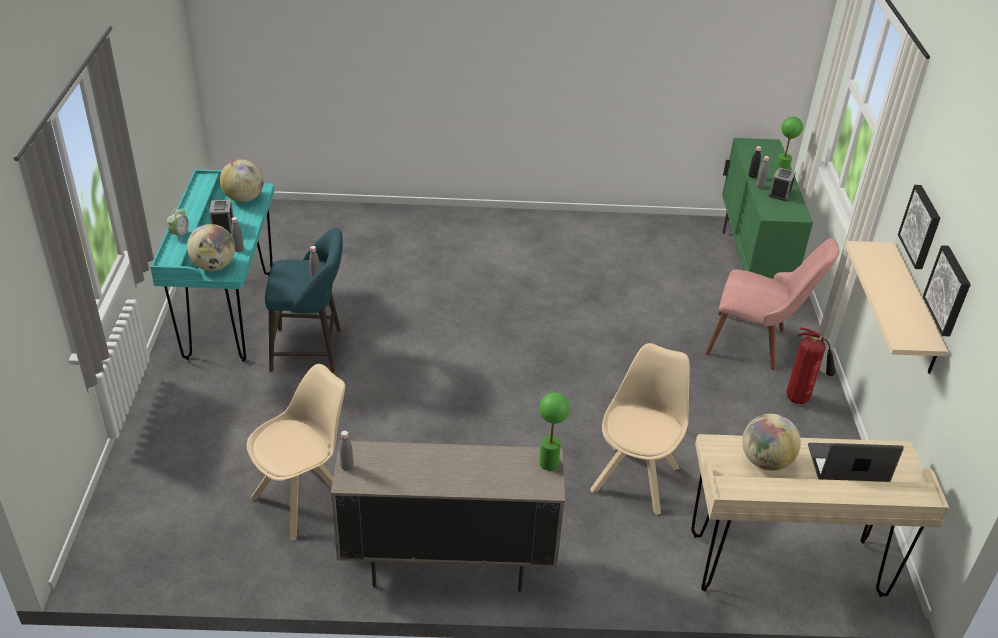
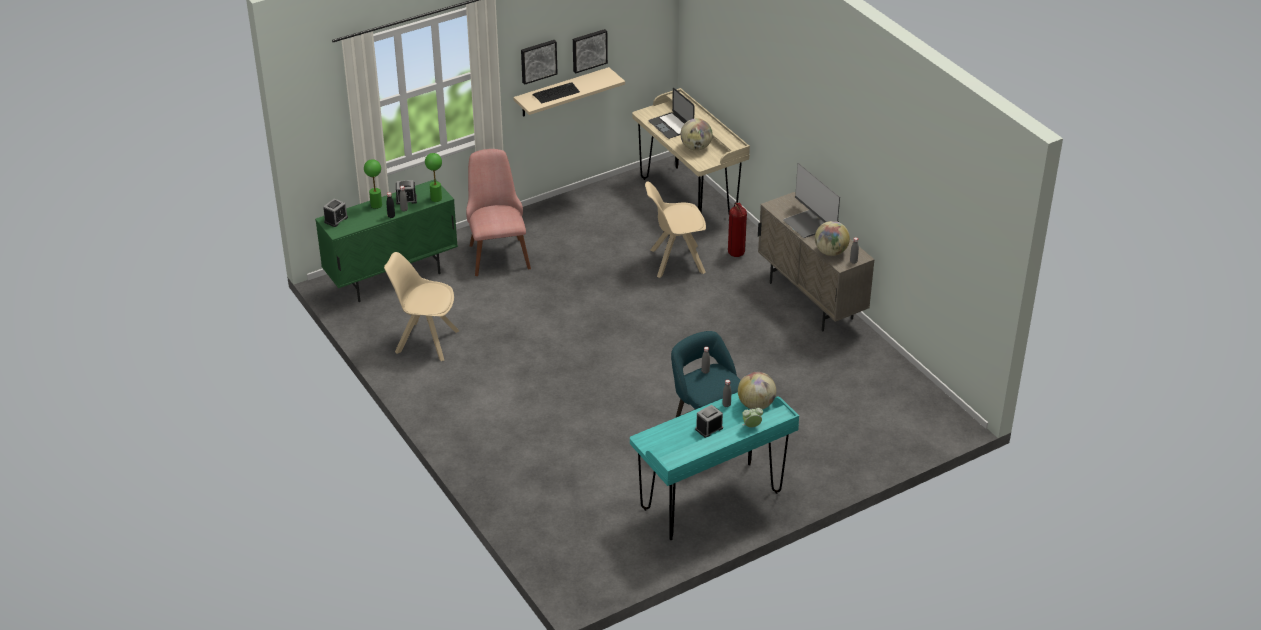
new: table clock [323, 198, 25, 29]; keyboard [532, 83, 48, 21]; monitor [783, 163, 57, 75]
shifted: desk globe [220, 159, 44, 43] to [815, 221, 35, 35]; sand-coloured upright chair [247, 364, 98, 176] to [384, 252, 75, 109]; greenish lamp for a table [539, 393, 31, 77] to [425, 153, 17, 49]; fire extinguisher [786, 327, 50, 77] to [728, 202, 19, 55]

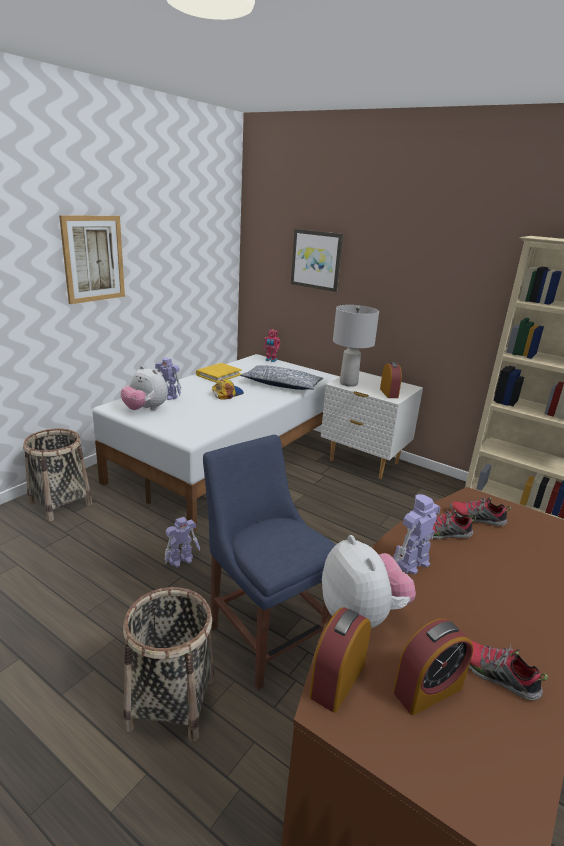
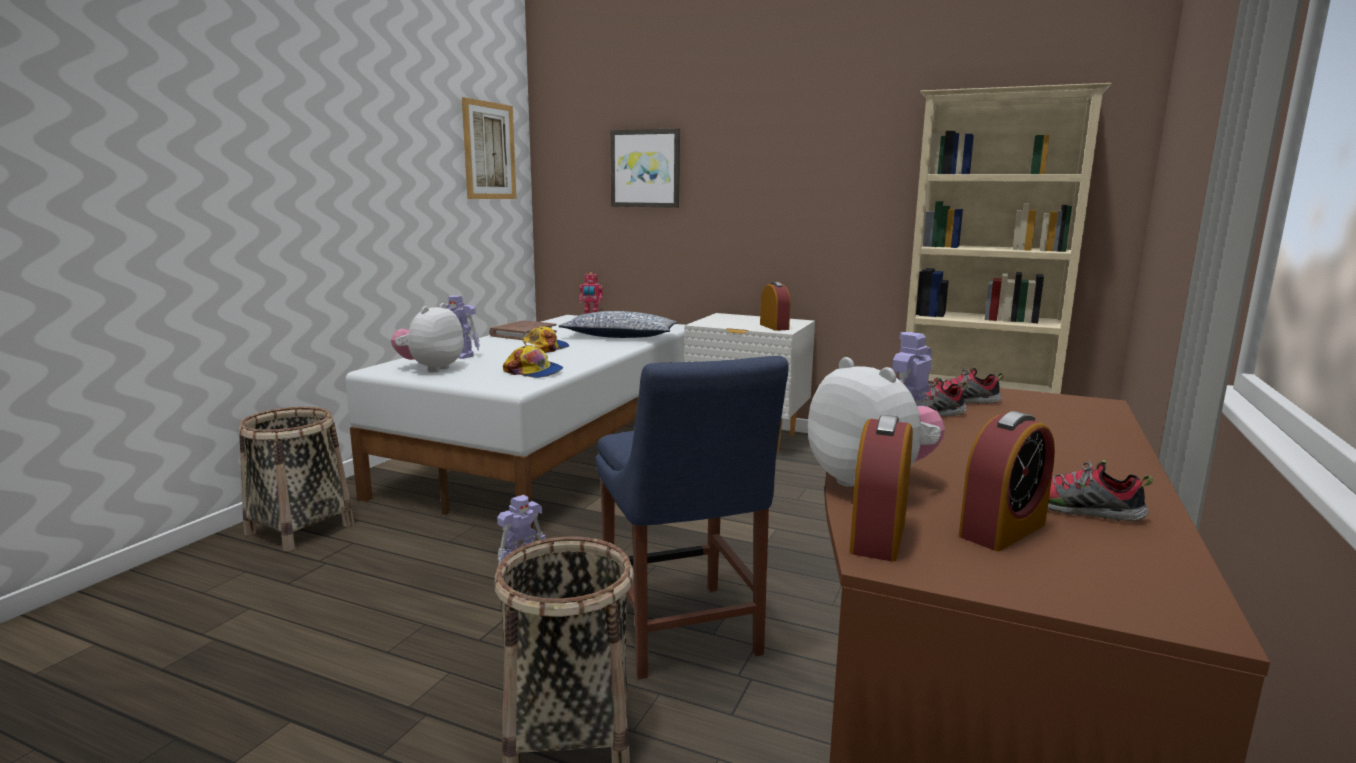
gone: grey lamp for a table [333, 305, 46, 82]
new: peaked cap [503, 345, 60, 33]
shifted: wall picture [59, 215, 66, 89] to [462, 97, 54, 102]
repainted: yellowish book [196, 363, 46, 20] to brown-coloured book [489, 320, 68, 20]
rotated: plush toy [121, 366, 47, 44] = [391, 303, 73, 69] 90 degrees clockwise; blue-coloured upright chair [203, 435, 133, 255] = [595, 356, 194, 323] 150 degrees counterclockwise

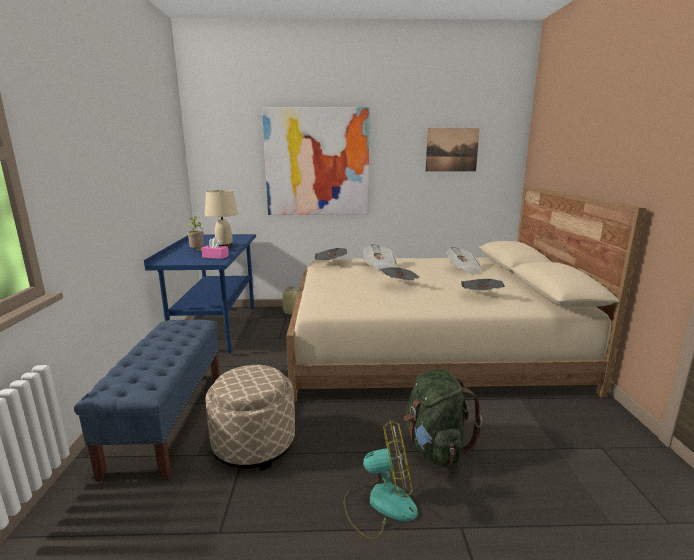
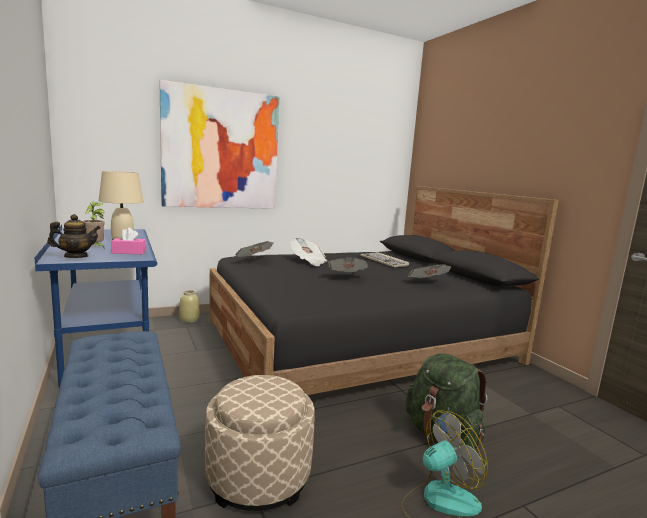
gone: wall picture [425, 128, 55, 44]
new: tea pot [48, 214, 53, 44]
swapped: printed paper [446, 246, 37, 29] to keyboard [360, 252, 49, 15]
repainted: sand-coloured bed [286, 186, 360, 216] to blackish bed [209, 186, 350, 209]

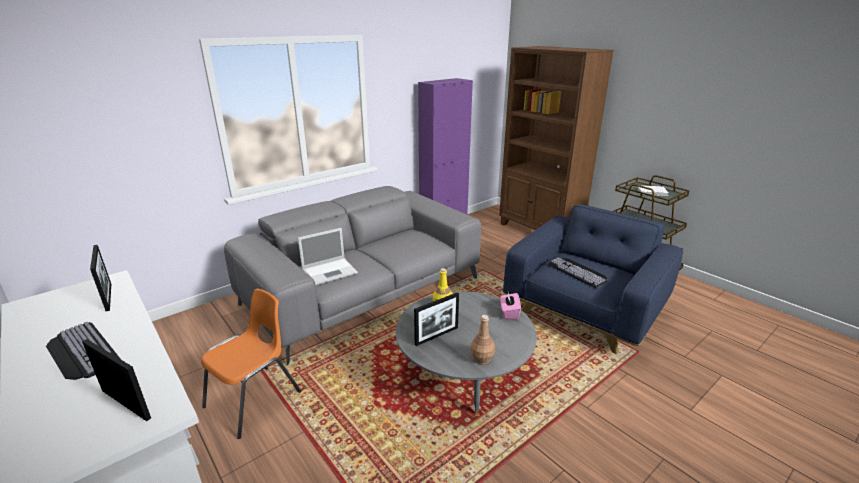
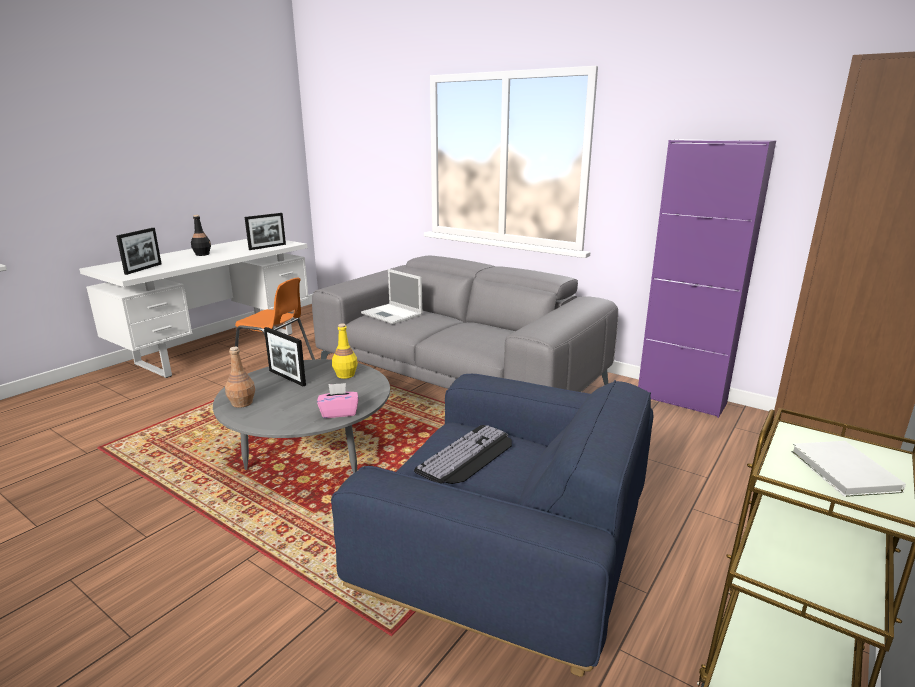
swapped: keyboard [46, 322, 74, 58] to blackish bottle [191, 215, 20, 41]

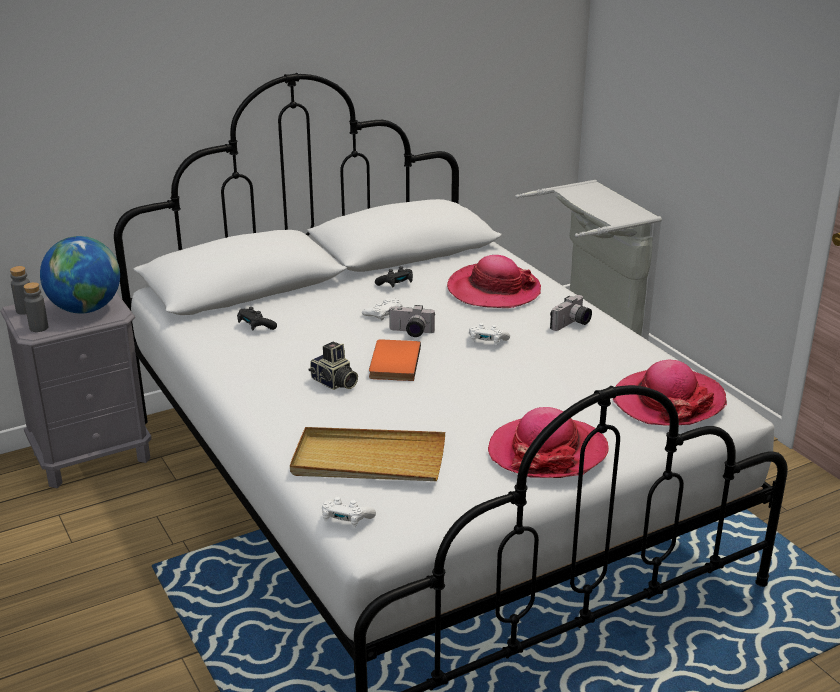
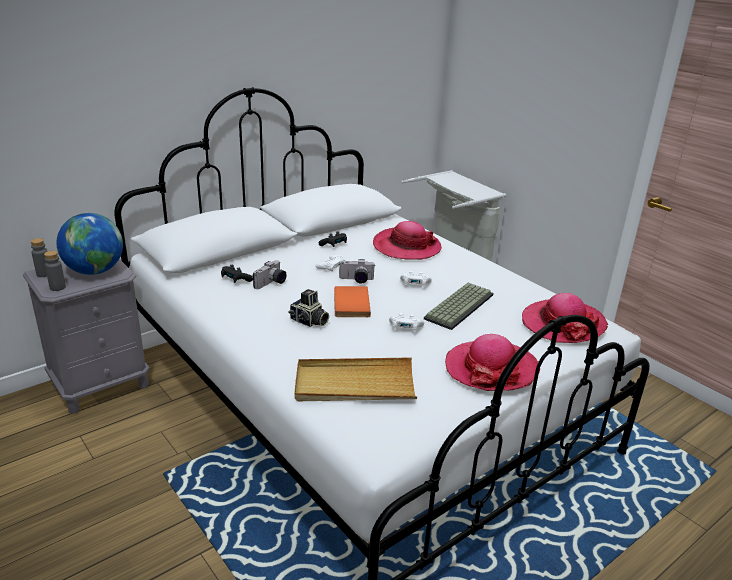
new: keyboard [424, 283, 69, 47]
shifted: whitish game controller [322, 497, 54, 31] to [389, 313, 35, 19]; photo camera [550, 295, 42, 36] to [252, 260, 35, 29]

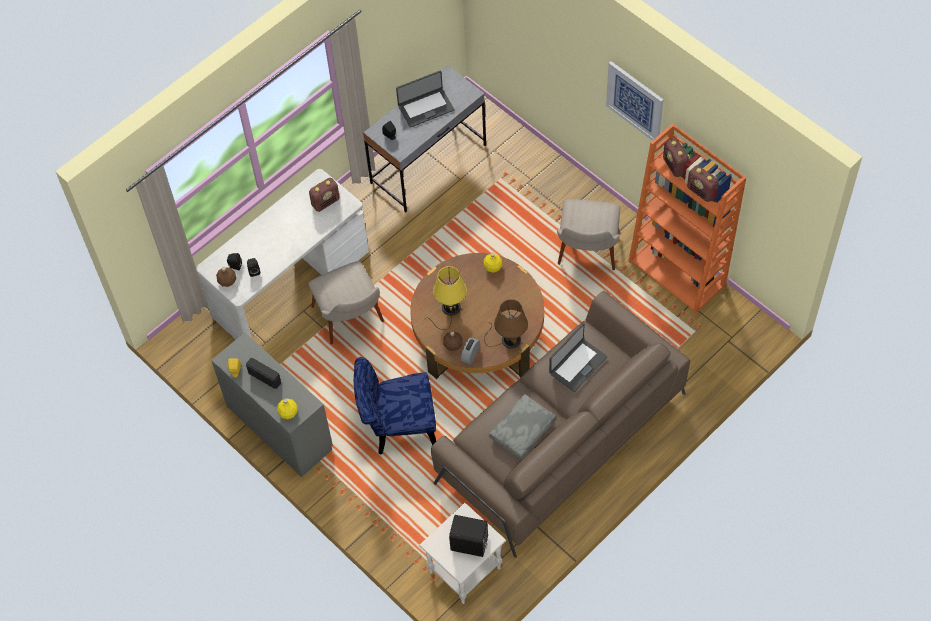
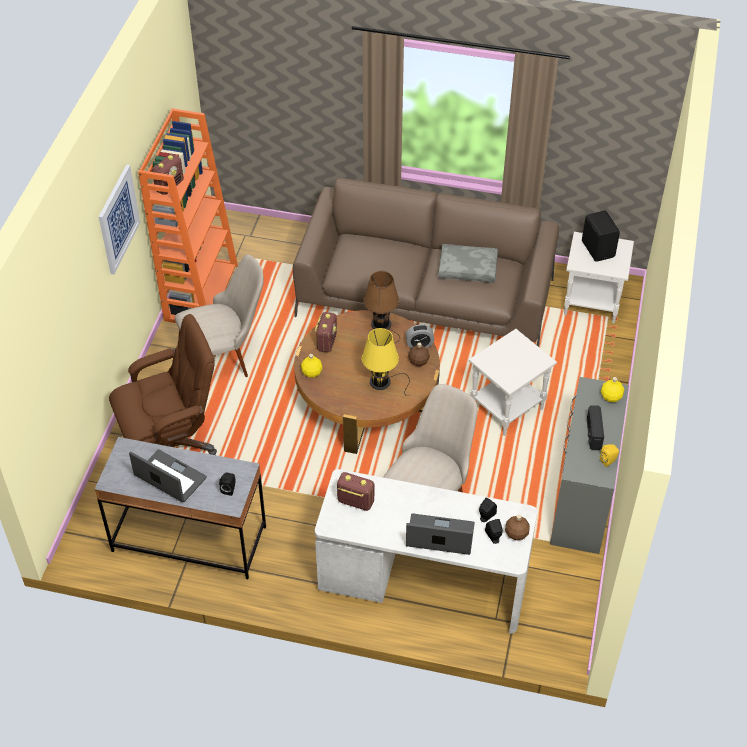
new: brown-coloured office chair [109, 314, 108, 141]
shifted: portable computer [549, 323, 58, 69] to [406, 513, 69, 42]; radio set [687, 165, 32, 37] to [315, 312, 22, 41]
swapped: blue-coloured upright chair [354, 357, 82, 98] to whitish side table [469, 329, 88, 107]

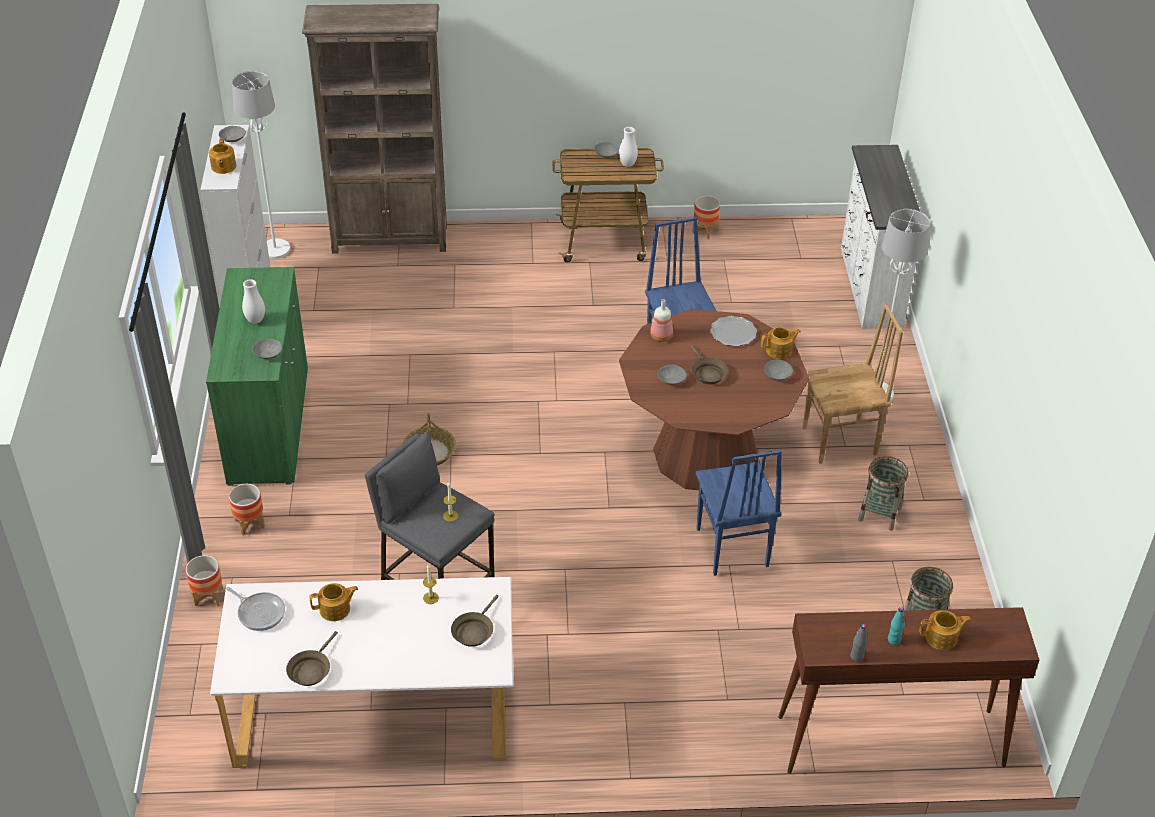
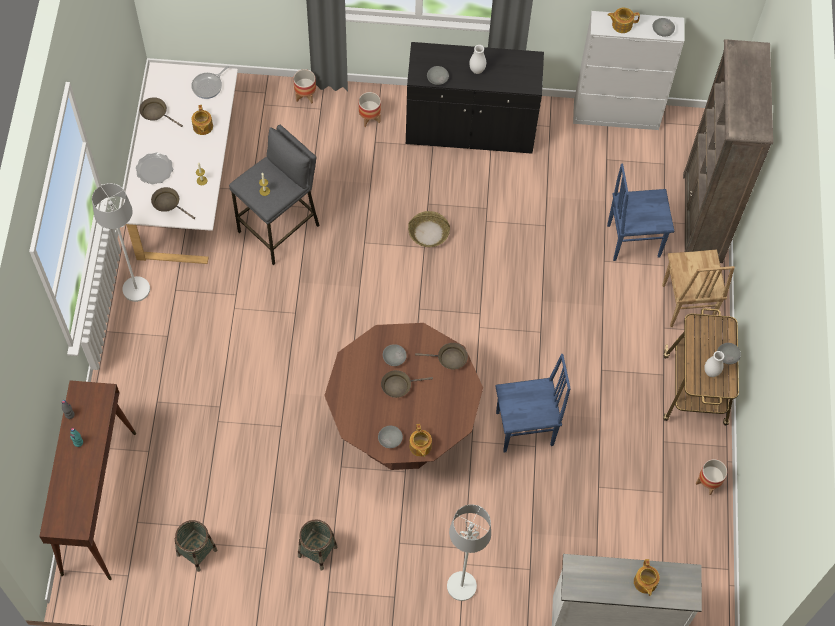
shifted: whitish standing lamp [232, 71, 58, 188] to [92, 183, 58, 119]; blue-coloured upright chair [696, 450, 86, 126] to [607, 163, 67, 98]; dinner plate [710, 316, 47, 31] to [136, 153, 37, 32]; brown-coloured upright chair [803, 304, 100, 160] to [662, 249, 73, 78]; tea pot [919, 610, 52, 40] to [634, 559, 26, 37]
swapped: bottle [650, 299, 23, 43] to brown-coloured pan [415, 343, 53, 26]
repainted: greenish cabinet [206, 267, 102, 219] to blackish cabinet [406, 42, 138, 112]

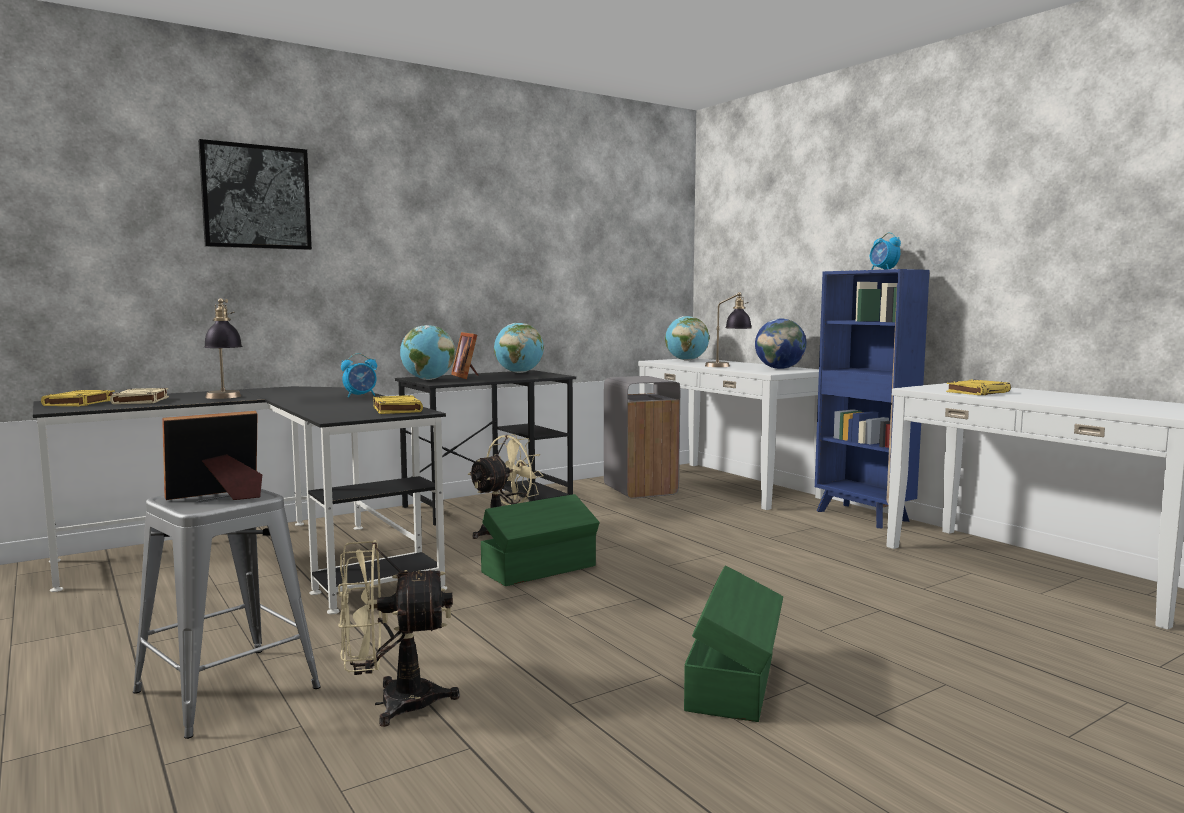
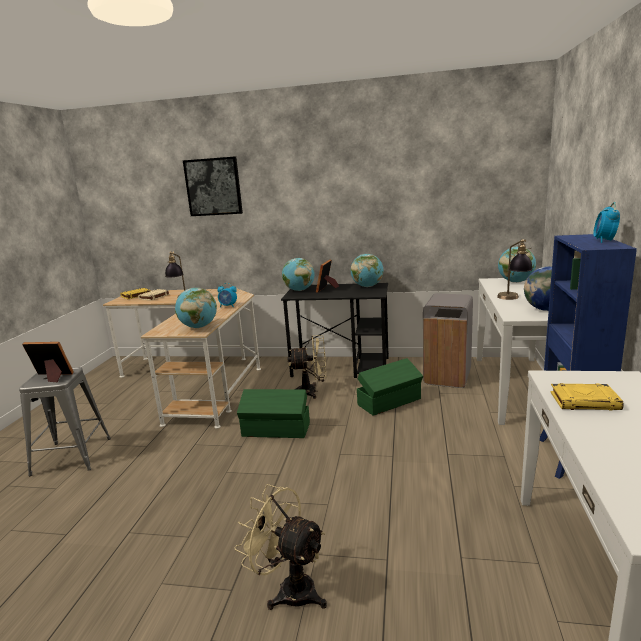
shifted: sand-coloured electric fan [338, 540, 122, 187] to [234, 484, 93, 126]; greenish storage box [684, 565, 99, 157] to [357, 358, 66, 58]
swapped: yellowish book [373, 395, 50, 19] to desk globe [175, 288, 42, 40]
repainted: blackish desk unit [33, 386, 414, 228] to sand-coloured desk unit [103, 288, 158, 141]

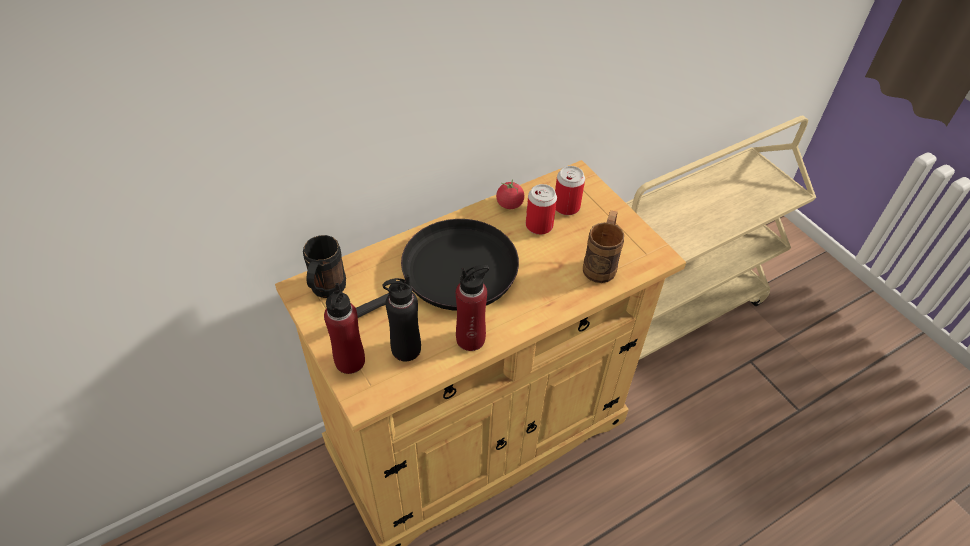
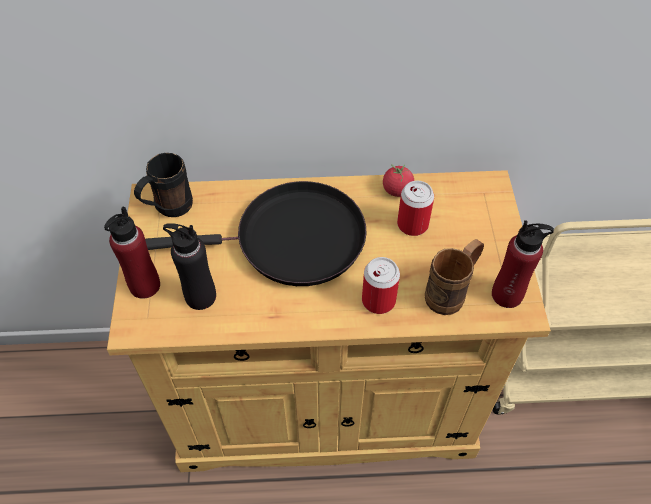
shifted: red bottle [456, 265, 33, 86] to [492, 220, 62, 88]; metal can [555, 166, 30, 49] to [362, 257, 38, 57]

